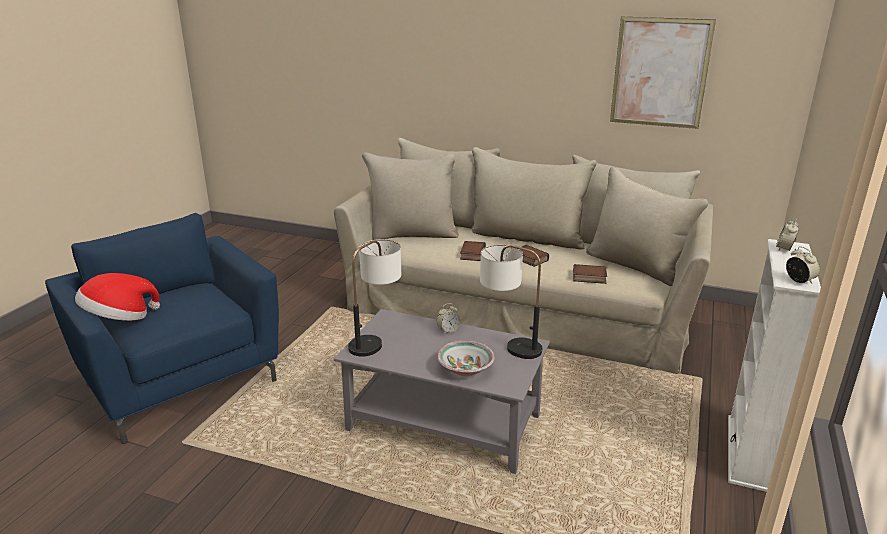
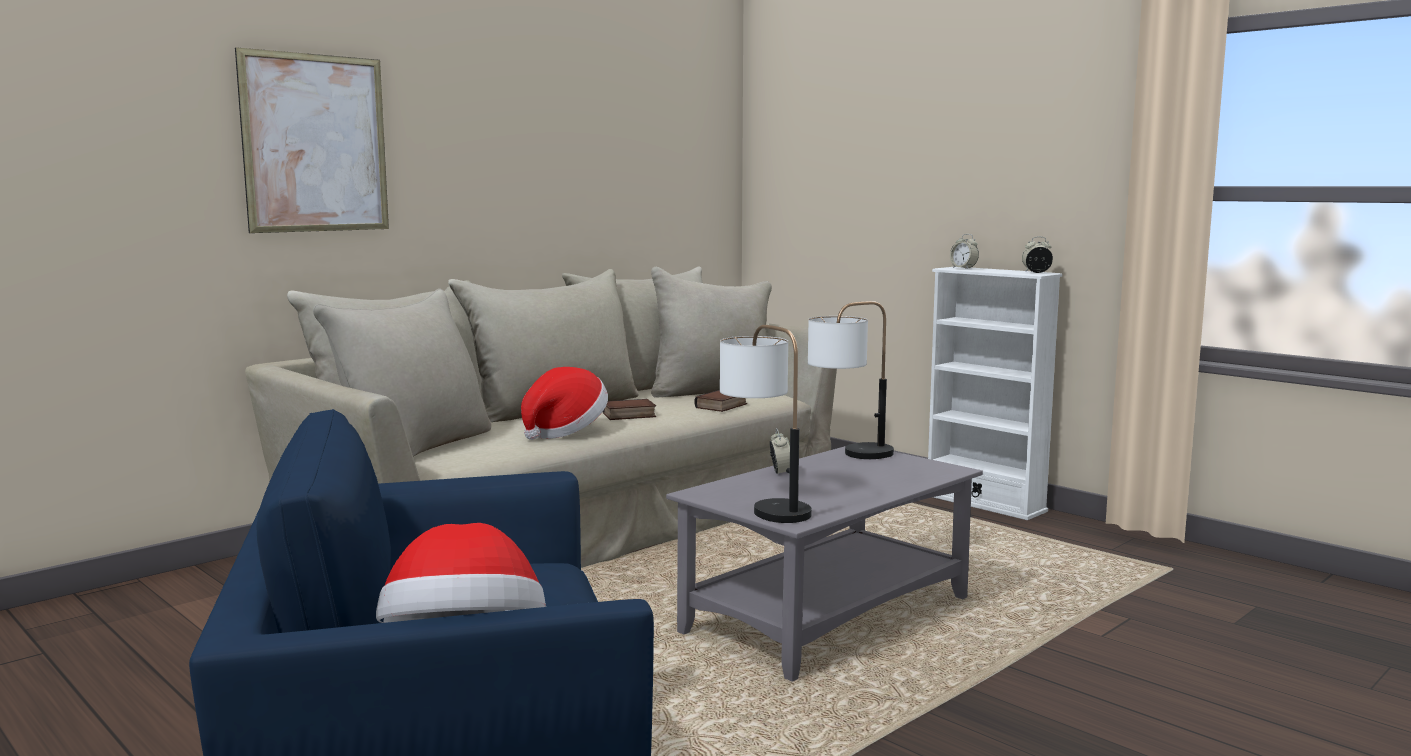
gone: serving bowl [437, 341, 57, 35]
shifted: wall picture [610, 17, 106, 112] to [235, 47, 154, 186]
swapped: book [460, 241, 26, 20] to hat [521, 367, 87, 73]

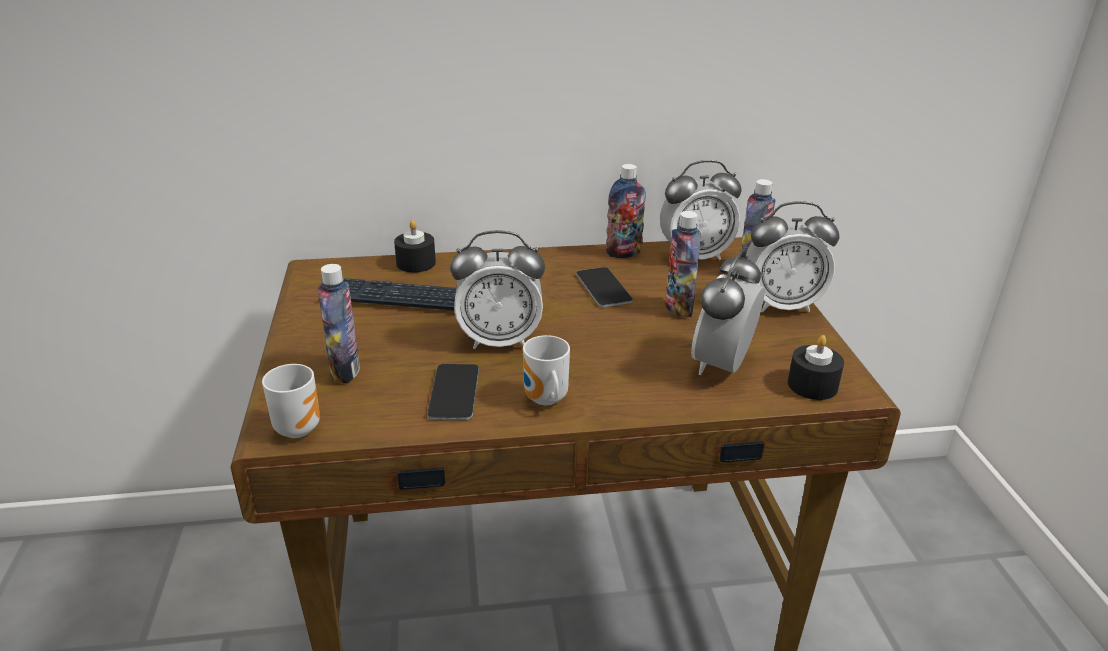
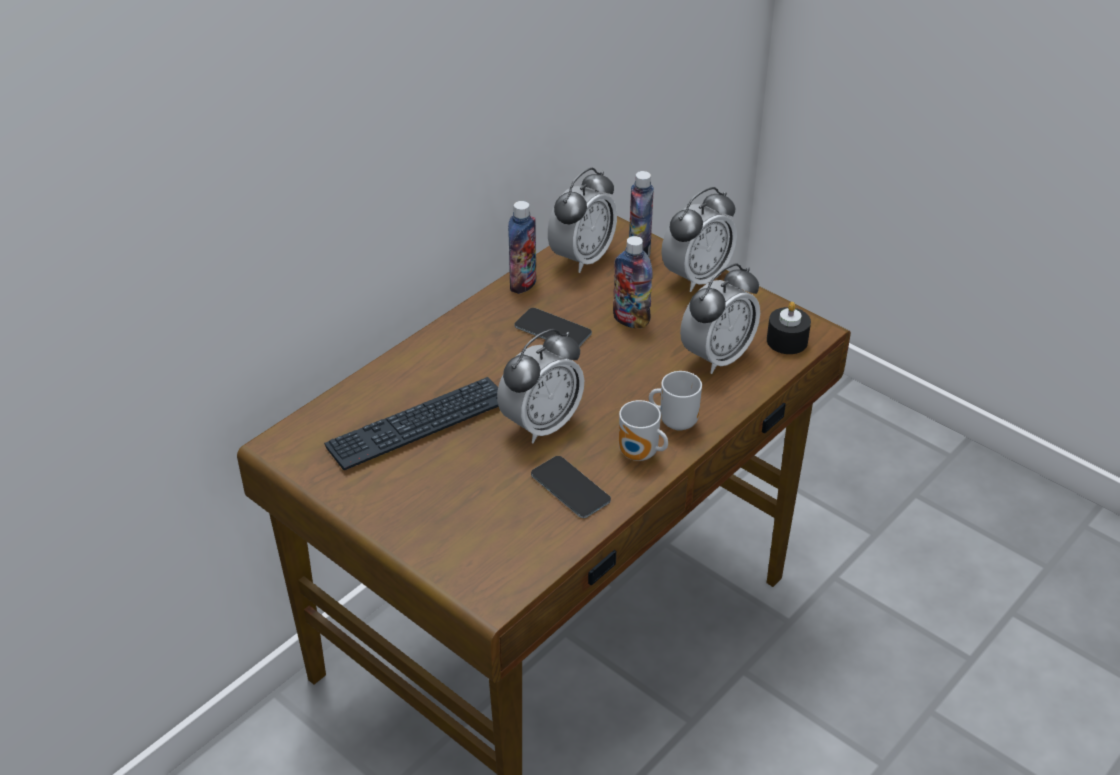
gone: bottle [318, 264, 42, 119]; blackish wax light [394, 220, 42, 52]
shifted: tea mug [262, 364, 58, 74] to [649, 371, 53, 60]
rotated: table clock [691, 249, 74, 126] = [680, 263, 80, 111] 120 degrees counterclockwise

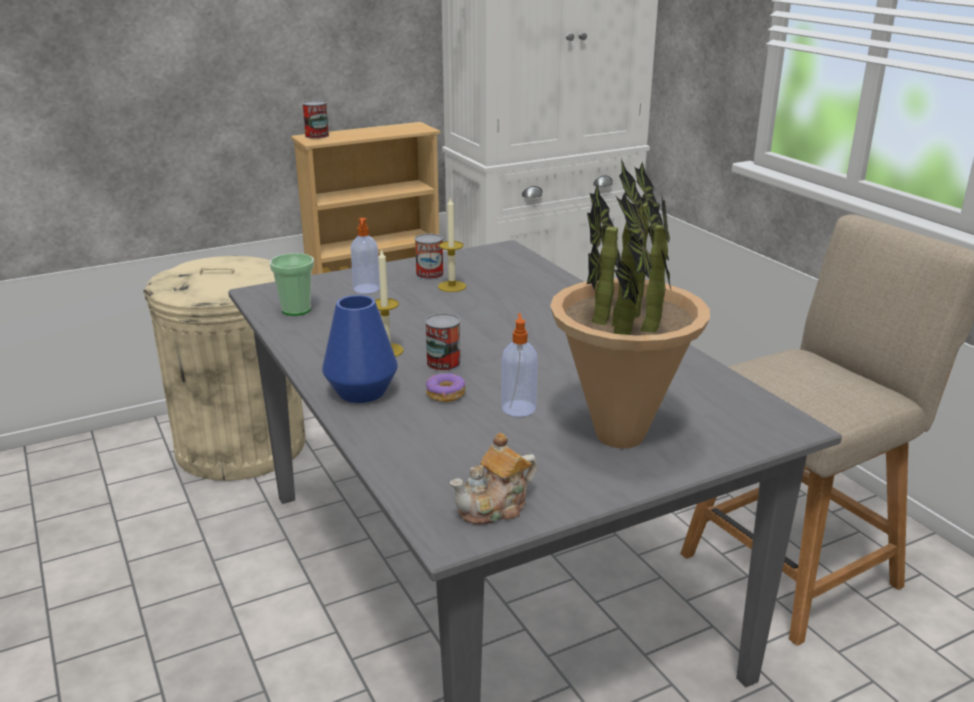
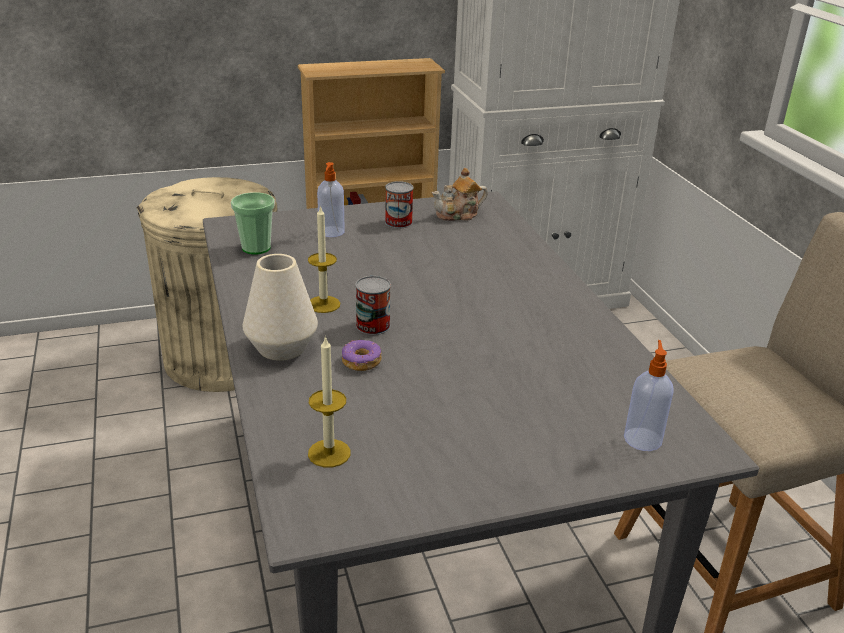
gone: metal can [302, 100, 27, 39]; houseplant [550, 158, 160, 290]
shifted: wax light [438, 196, 28, 96] to [308, 336, 43, 132]; tea pot [450, 433, 88, 92] to [432, 168, 56, 53]; soap bottle [501, 313, 37, 104] to [624, 340, 50, 111]
repainted: blue-coloured decorative vase [322, 295, 76, 108] to whitish decorative vase [243, 254, 75, 107]

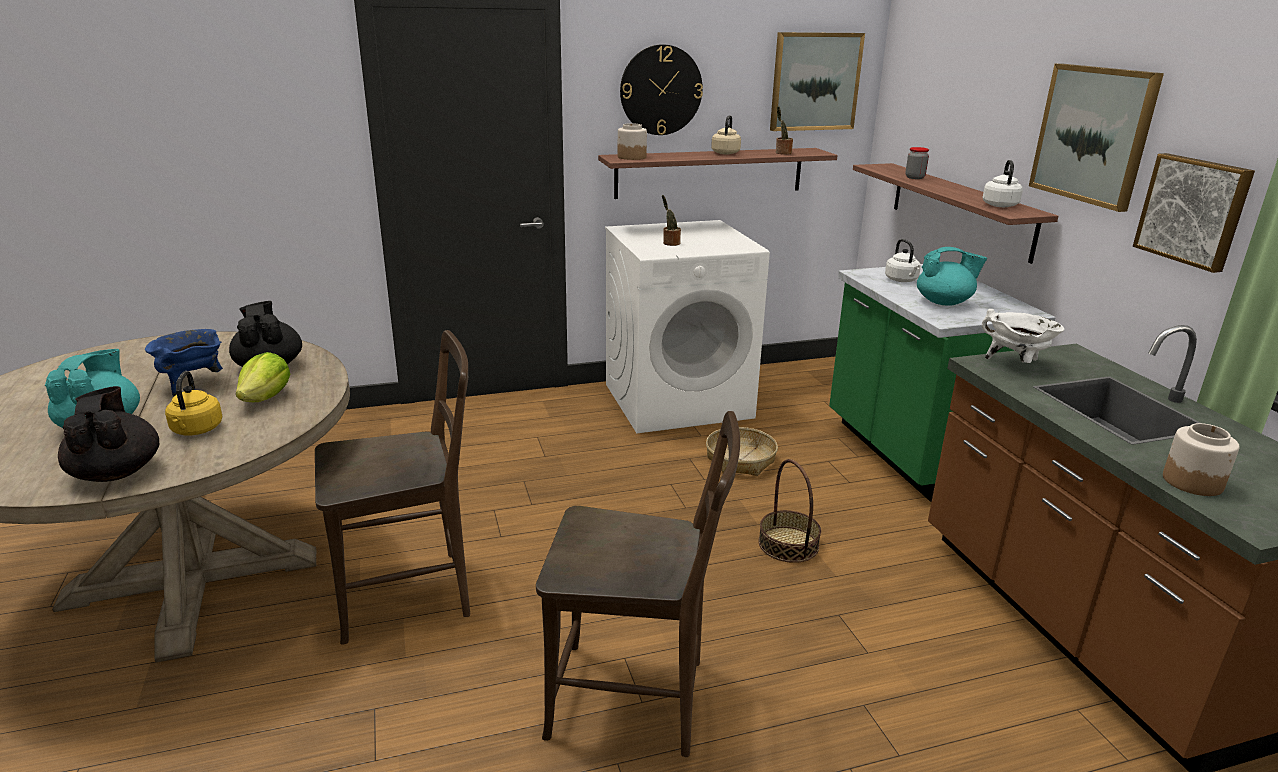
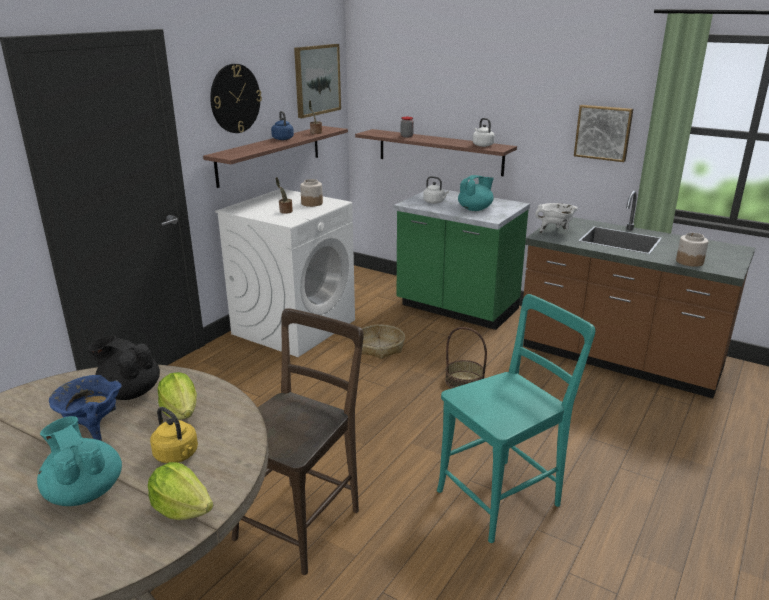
gone: wall picture [1029, 64, 135, 148]
shifted: storage jar [618, 123, 29, 37] to [300, 179, 23, 28]
swapped: blackish tea pot [58, 386, 102, 96] to head of lettuce [148, 462, 66, 58]
repainted: brown-coloured upright chair [536, 411, 204, 346] to turquoise-coloured upright chair [437, 294, 158, 249]; sand-coloured tea kettle [711, 115, 30, 39] to blue-coloured tea kettle [271, 111, 23, 29]

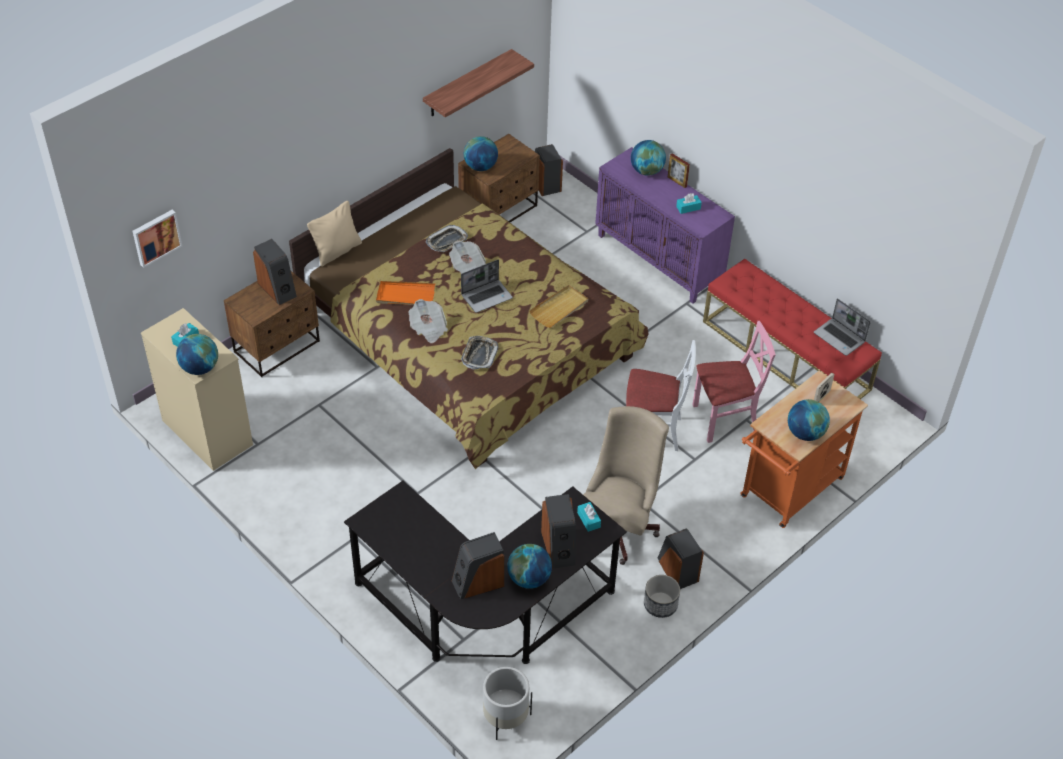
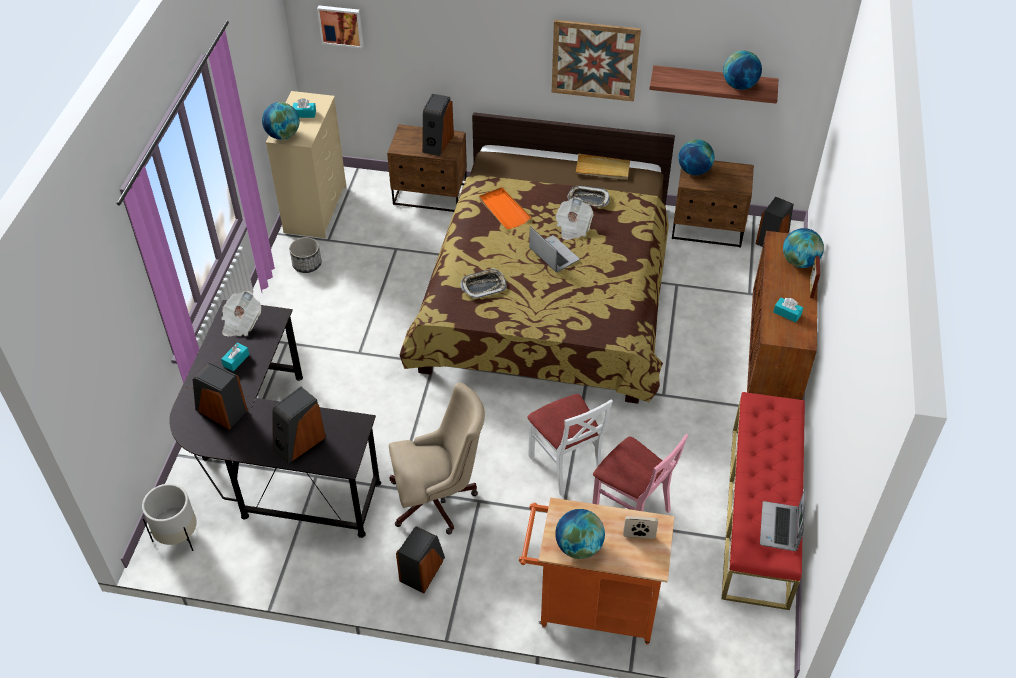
gone: sand-coloured pillow [307, 201, 55, 66]
new: wall picture [552, 20, 89, 82]
shifted: printed paper [408, 299, 40, 44] to [221, 291, 40, 45]; desk globe [507, 544, 45, 45] to [723, 51, 39, 39]; sand-coloured serving tray [529, 285, 59, 43] to [575, 154, 55, 26]; turquoise-coloured box of tissues [577, 502, 24, 30] to [221, 343, 28, 28]; flower pot [644, 575, 36, 43] to [289, 237, 32, 36]
repainted: purple cabinet [595, 147, 140, 157] to brown-coloured cabinet [747, 231, 70, 169]
rotated: portable computer [461, 260, 52, 53] = [529, 226, 51, 46] 150 degrees counterclockwise

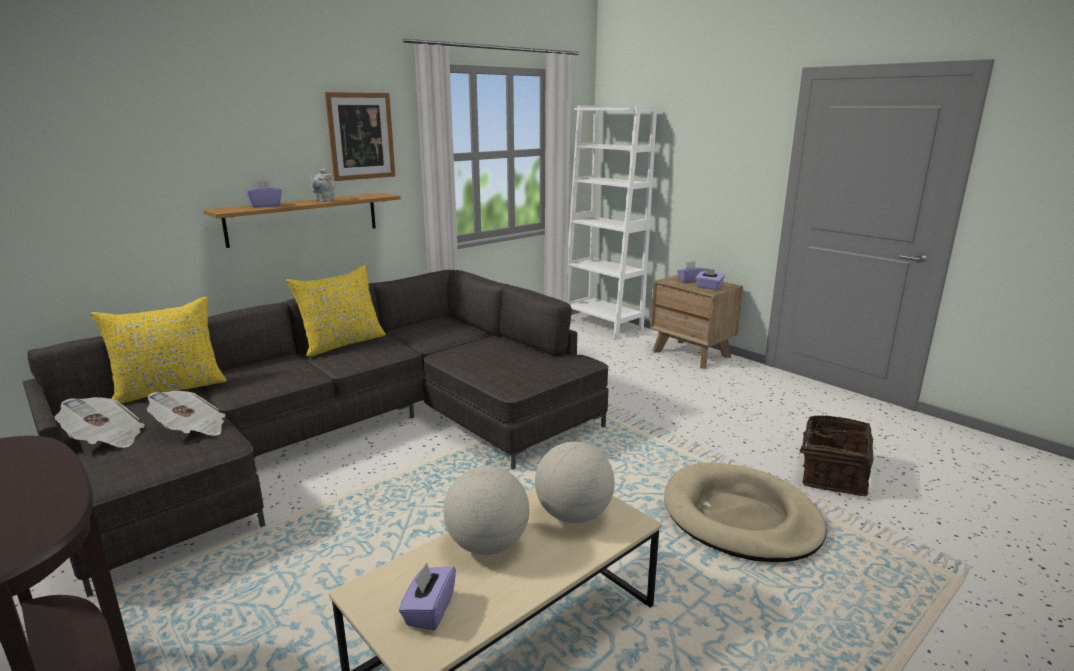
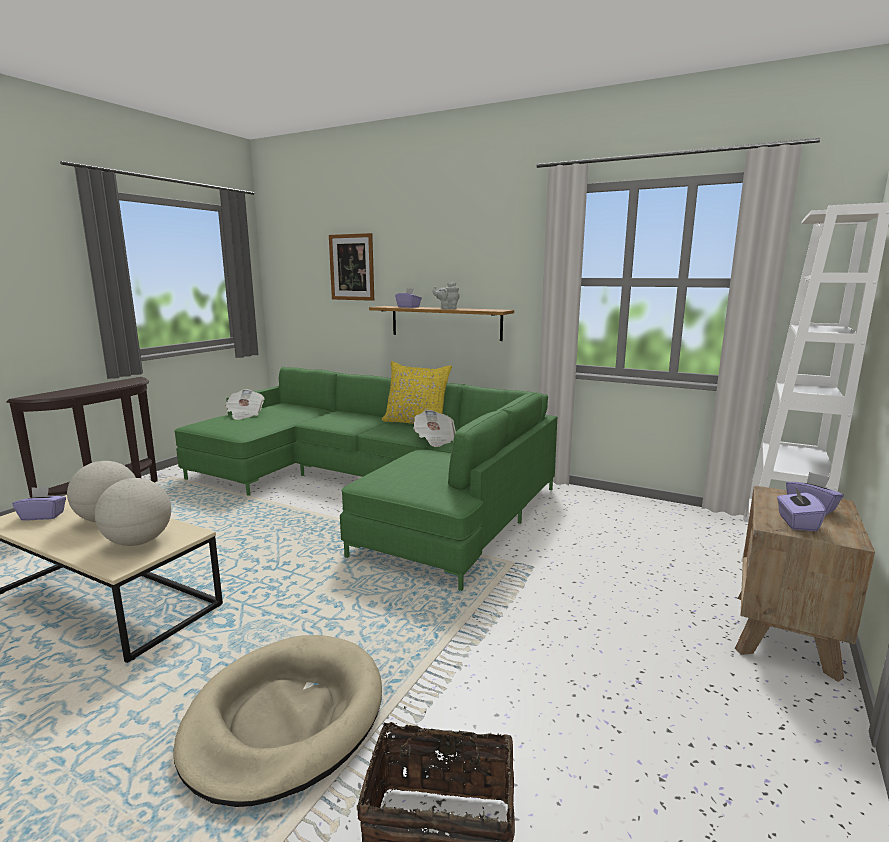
gone: yellowish pillow [91, 296, 136, 108]
shifted: printed paper [147, 391, 79, 45] to [413, 410, 43, 37]; wall picture [325, 92, 70, 89] to [329, 233, 45, 68]
repainted: grey couch [23, 270, 586, 327] to greenish couch [174, 367, 383, 224]

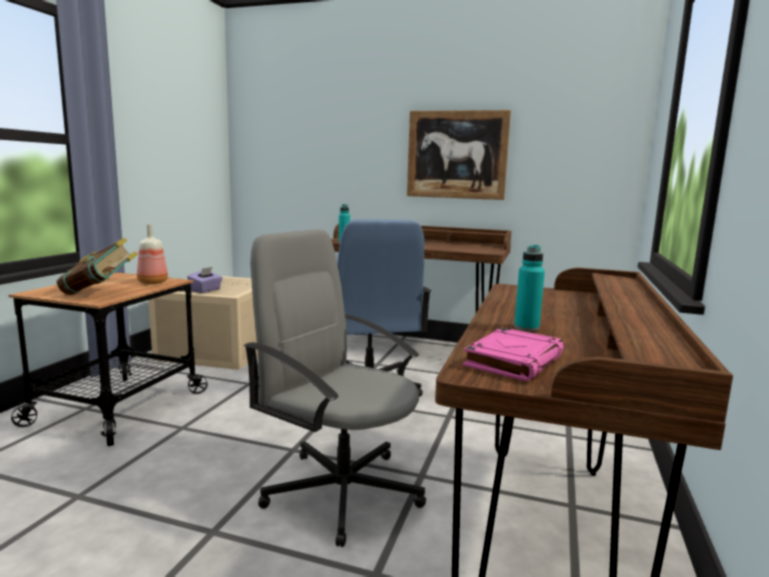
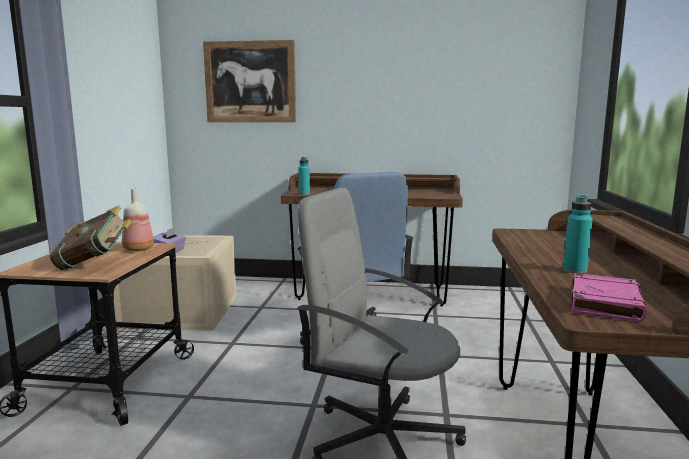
shifted: wall picture [407, 110, 104, 90] to [203, 40, 93, 82]

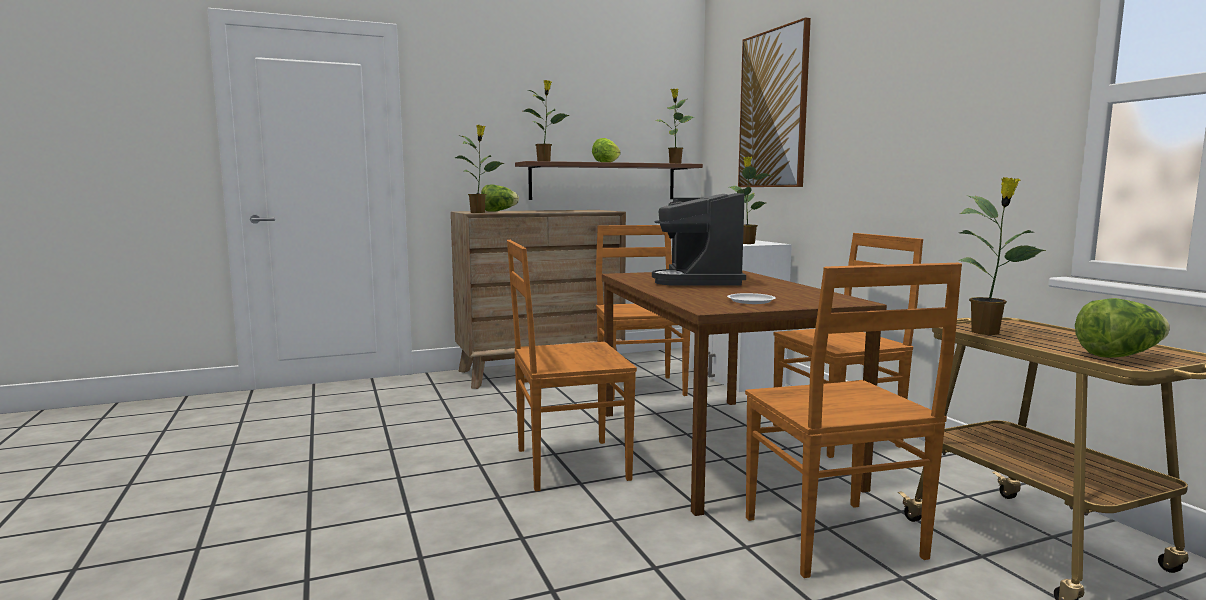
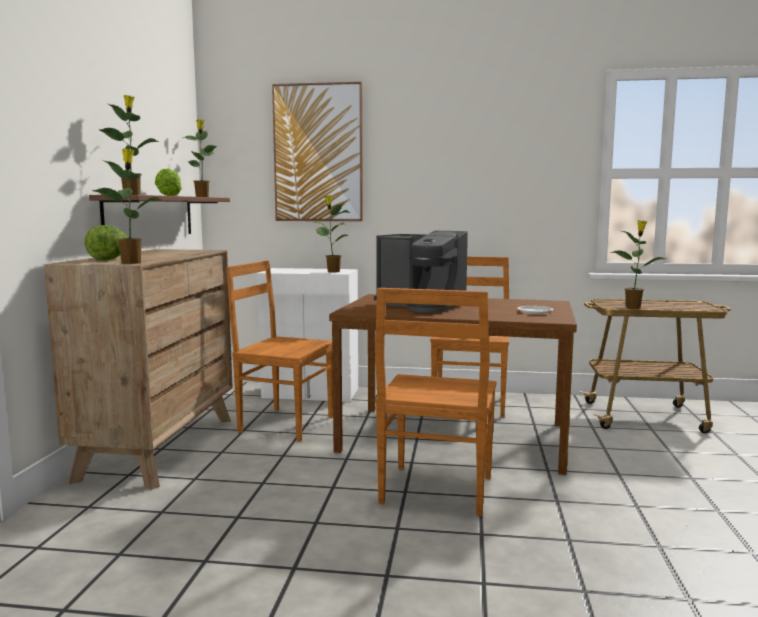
gone: brown-coloured upright chair [745, 263, 217, 315]; head of lettuce [1075, 298, 95, 60]

